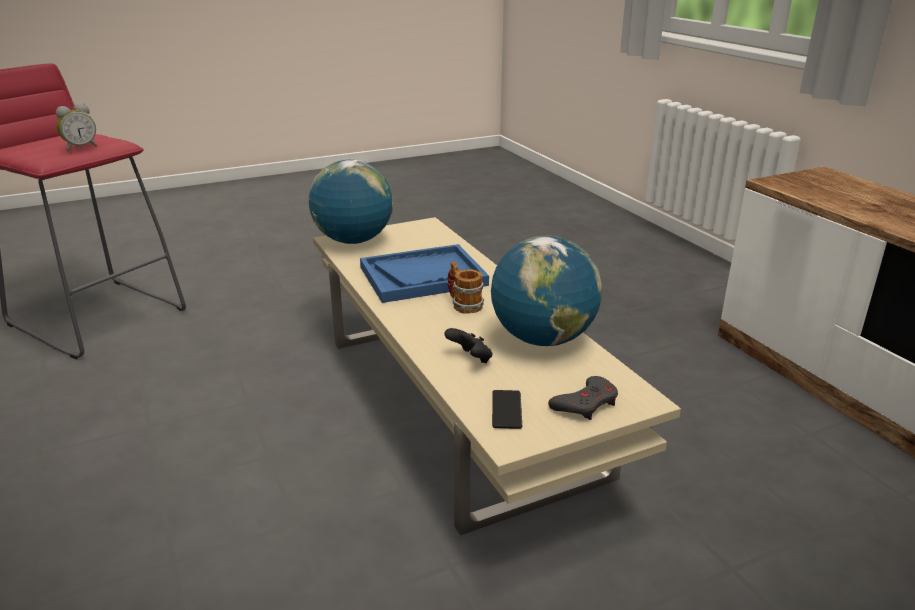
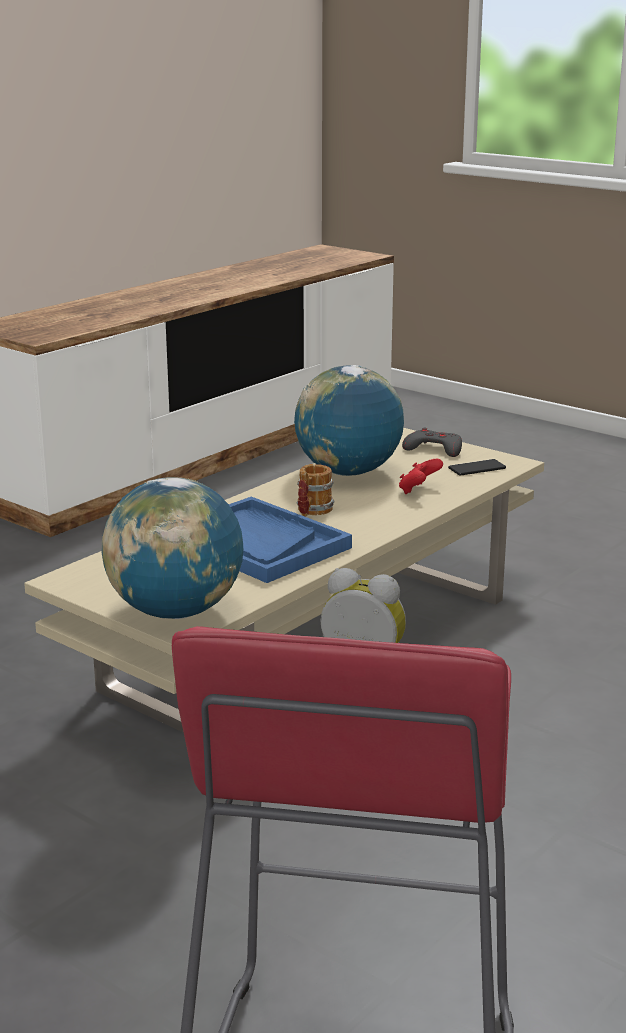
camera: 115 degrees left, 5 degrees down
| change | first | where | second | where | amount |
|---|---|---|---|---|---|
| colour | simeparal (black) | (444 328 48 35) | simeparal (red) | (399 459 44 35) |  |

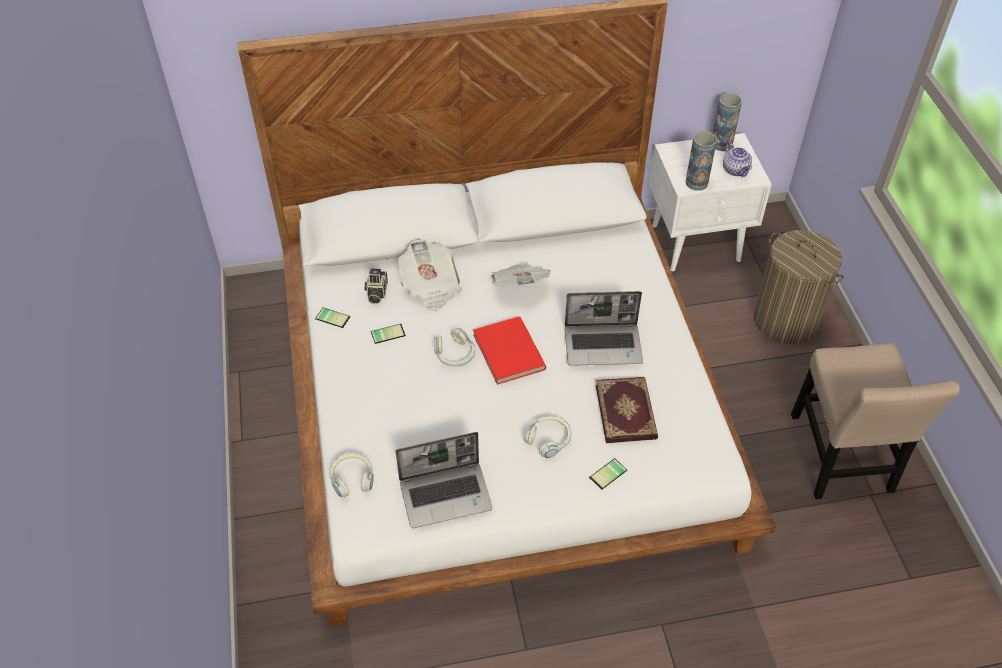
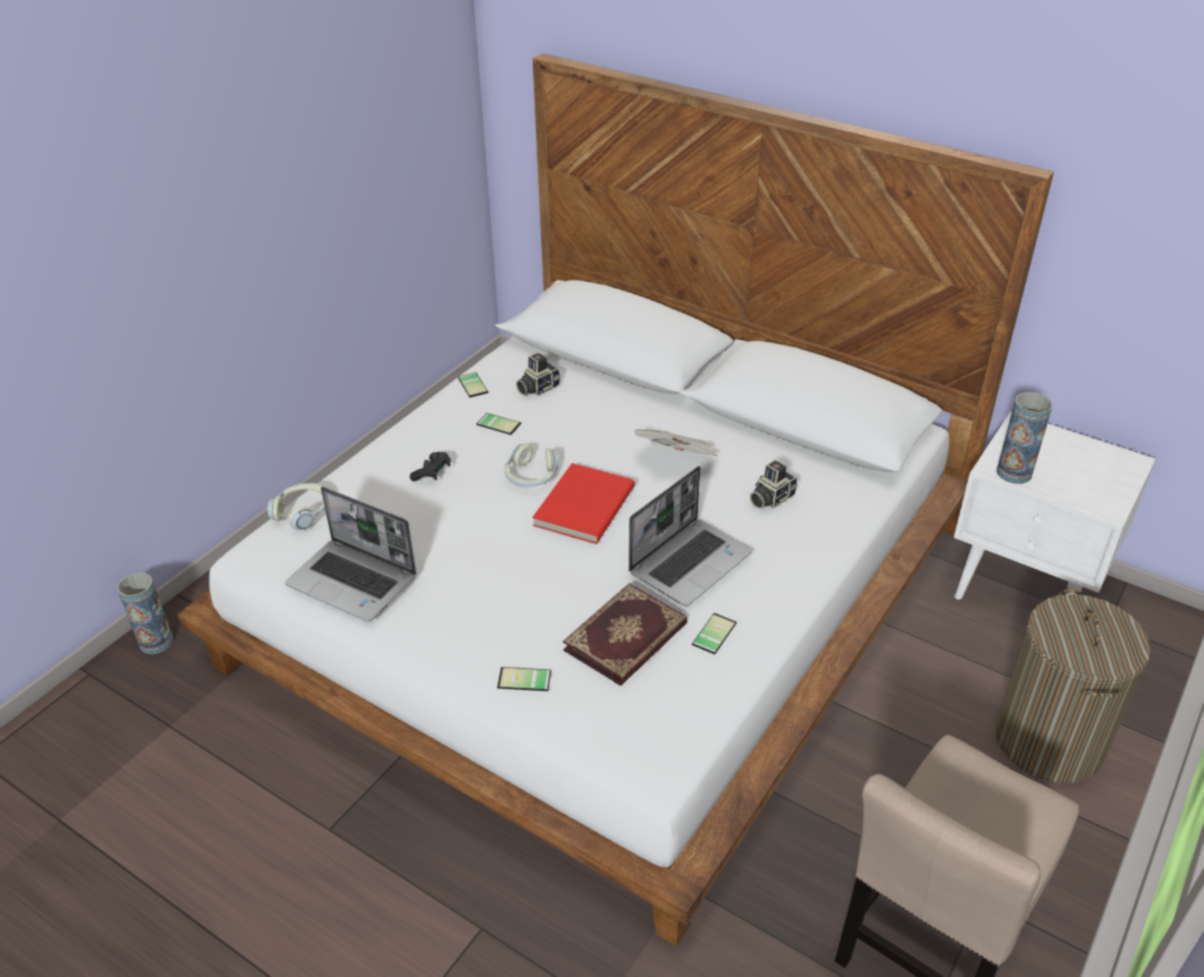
camera: 45 degrees right, 10 degrees down
| change | first | where | second | where | amount |
|---|---|---|---|---|---|
| relocated | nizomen | (713 93 29 58) |  | (117 572 56 83) |  |
| appeared |  |  | simeparal (black) | (410 452 41 29) |  |
| spun | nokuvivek | (565 291 78 75) |  | (629 466 123 140) | 90 degrees counterclockwise |
| appeared |  |  | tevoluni | (692 613 45 41) |  |
| appeared |  |  | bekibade | (750 461 47 48) |  |
| missing | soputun | (398 239 64 72) |  |  |  |
| missing | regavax | (524 416 48 42) |  |  |  |
| missing | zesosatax | (723 141 29 36) |  |  |  |

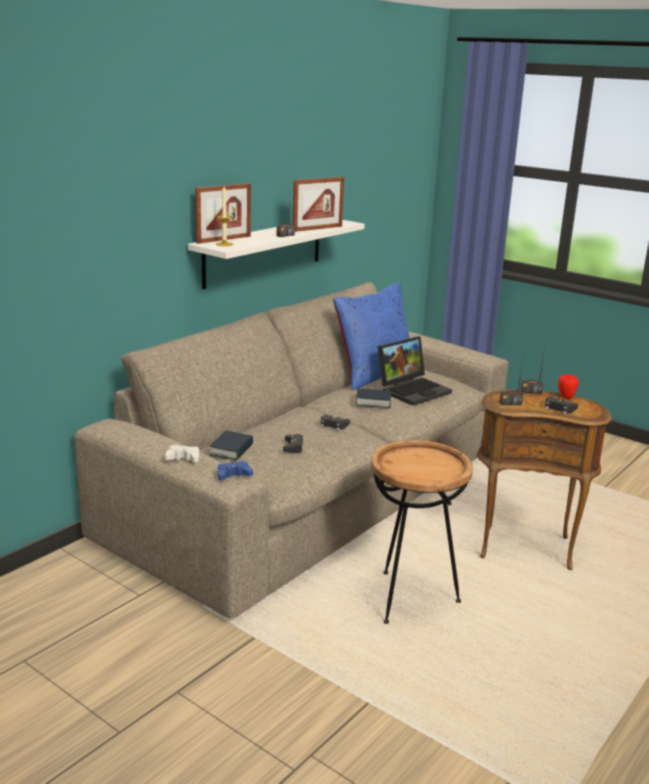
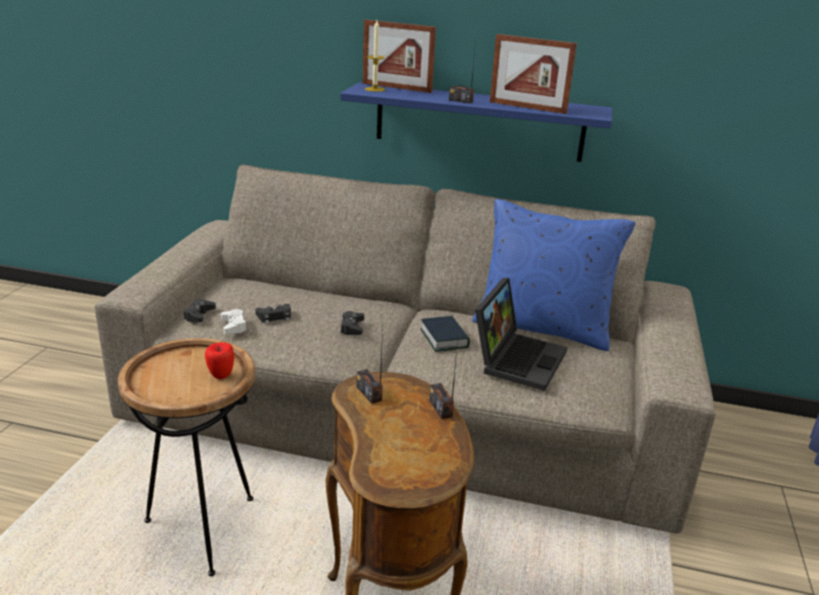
camera: 65 degrees right, 5 degrees up
| change | first | where | second | where | amount |
|---|---|---|---|---|---|
| relocated | simeparal (black) | (545 396 33 18) |  | (183 299 33 24) |  |
| relocated | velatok | (558 375 21 24) |  | (205 342 29 37) |  |
| relocated | simeparal (white) | (165 445 34 17) |  | (221 309 26 25) |  |
| colour | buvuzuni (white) | (188 220 177 69) | buvuzuni (blue) | (340 82 272 80) |  |
| spun | nokuvivek | (378 336 74 70) |  | (475 278 92 113) | 90 degrees counterclockwise |
| missing | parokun | (209 431 44 30) |  |  |  |
| missing | simeparal (blue) | (218 461 35 19) |  |  |  |

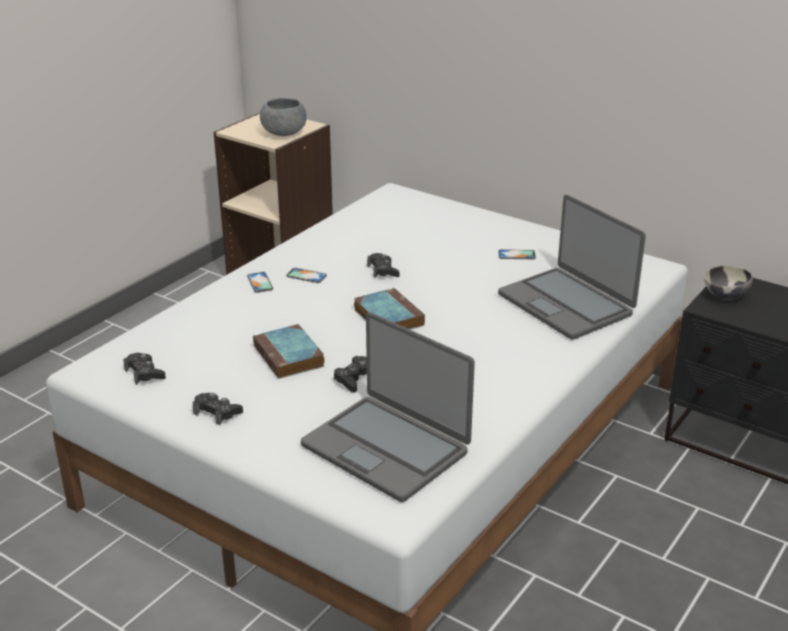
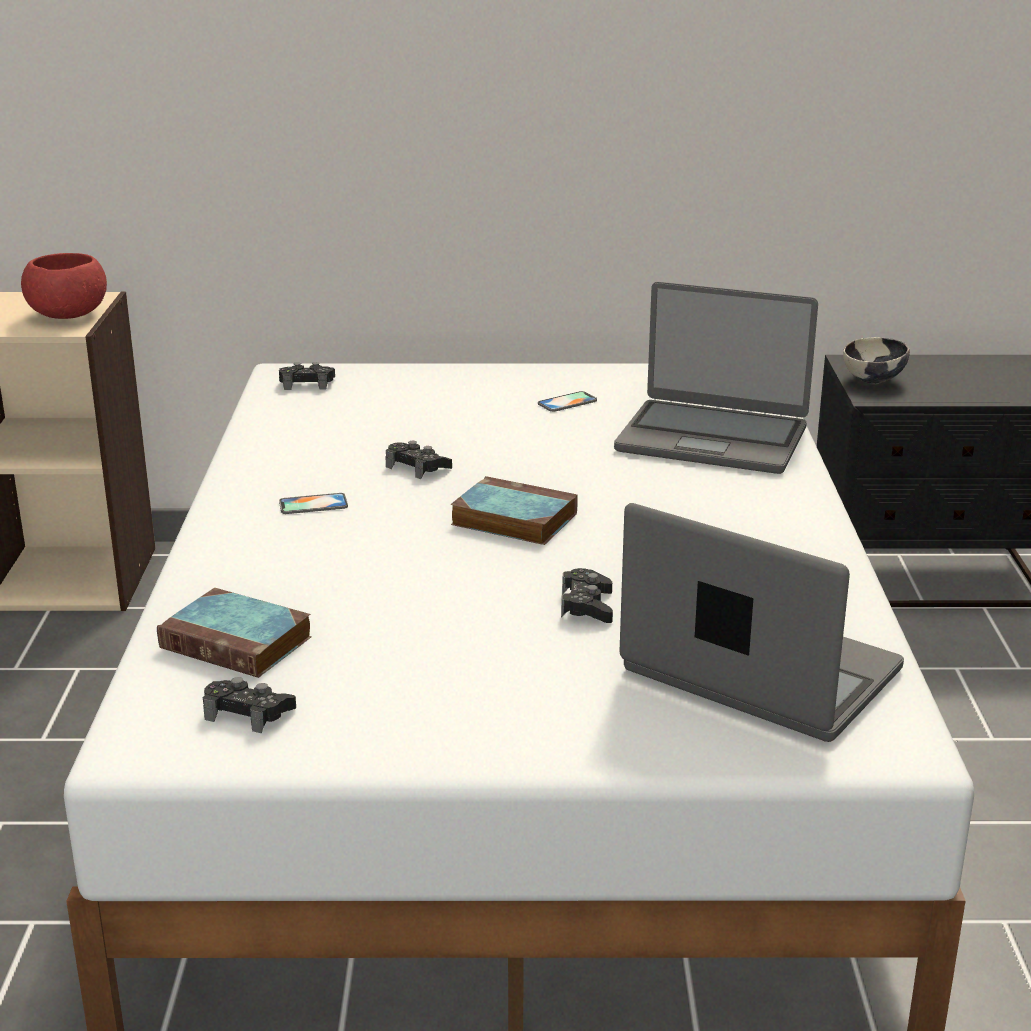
camera: 35 degrees left, 5 degrees down
| change | first | where | second | where | amount |
|---|---|---|---|---|---|
| colour | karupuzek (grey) | (260 98 47 38) | karupuzek (red) | (21 253 86 66) |  |
| relocated | parokun | (253 324 72 55) |  | (157 588 155 90) |  |
| relocated | simeparal (black) | (193 393 50 32) |  | (279 362 56 28) |  |
| spun | nokuvivek | (301 312 174 190) |  | (619 503 285 239) | 150 degrees counterclockwise |
| missing | tevoluni | (247 272 26 21) |  |  |  |

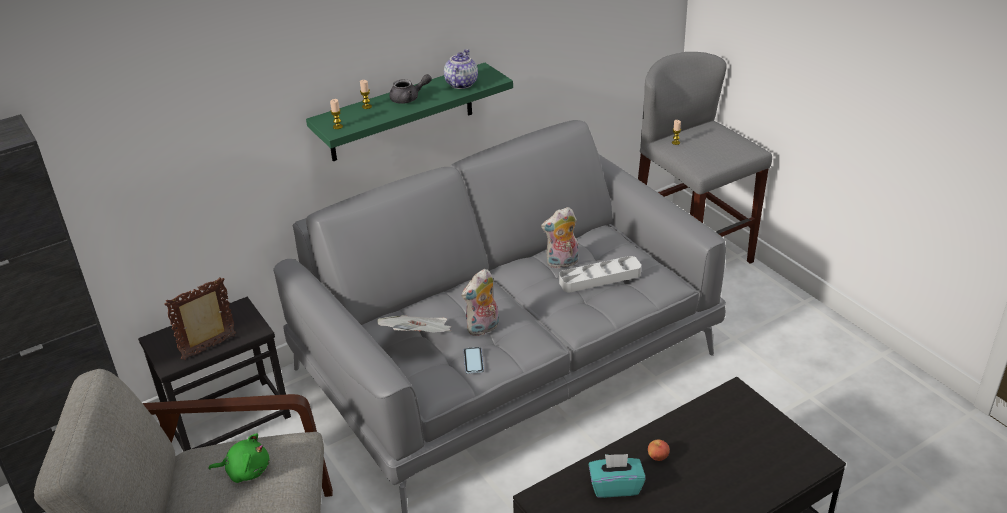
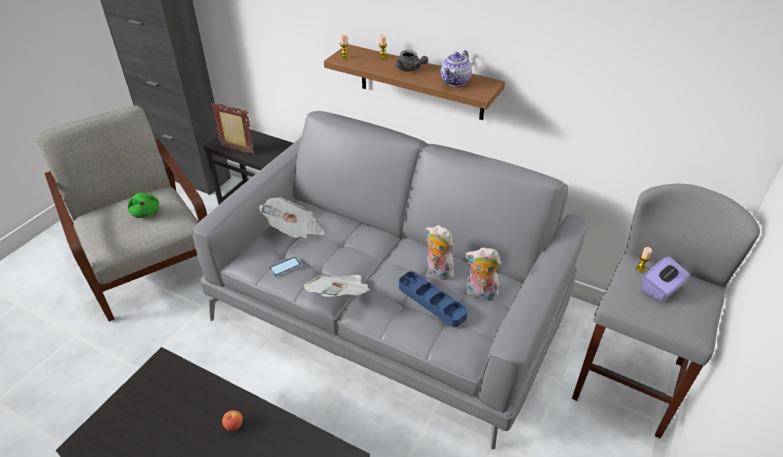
camera: 60 degrees right, 5 degrees up
| change | first | where | second | where | amount |
|---|---|---|---|---|---|
| appeared |  |  | soputun | (304 275 66 22) |  |
| colour | buvuzuni (green) | (306 63 207 98) | buvuzuni (brown) | (324 44 181 76) |  |
| colour | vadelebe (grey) | (559 256 82 36) | vadelebe (blue) | (399 271 69 56) |  |
| spun | zesosatax | (444 49 34 40) |  | (440 50 32 36) | 135 degrees clockwise |
| relocated | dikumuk | (462 269 37 67) |  | (465 247 36 54) |  |
| appeared |  |  | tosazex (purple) | (642 256 48 46) |  |
| missing | tosazex (turquoise) | (589 454 57 44) |  |  |  |

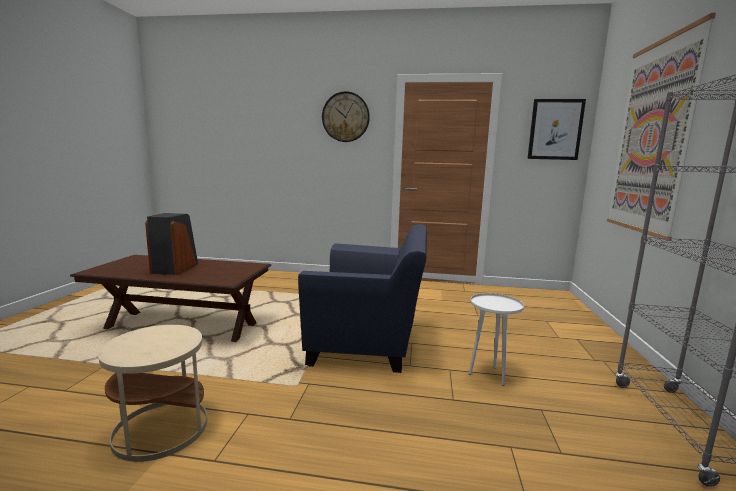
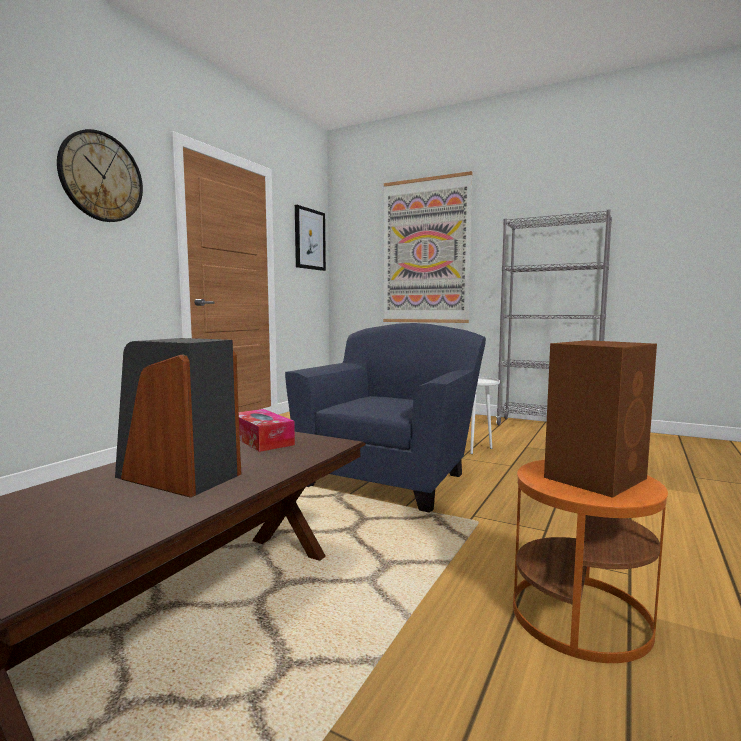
camera: 70 degrees left, 5 degrees down
| change | first | where | second | where | amount |
|---|---|---|---|---|---|
| appeared |  |  | tosazex | (239 409 56 43) |  |
| colour | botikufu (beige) | (98 325 109 137) | botikufu (orange) | (513 460 155 203) |  |
| appeared |  |  | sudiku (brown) | (544 340 113 158) |  |

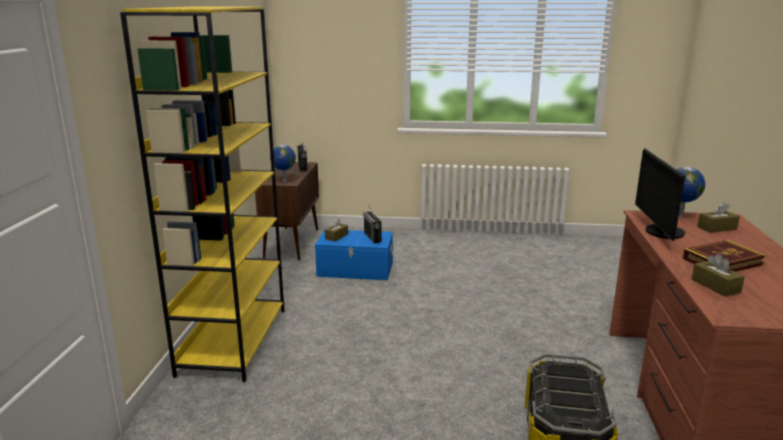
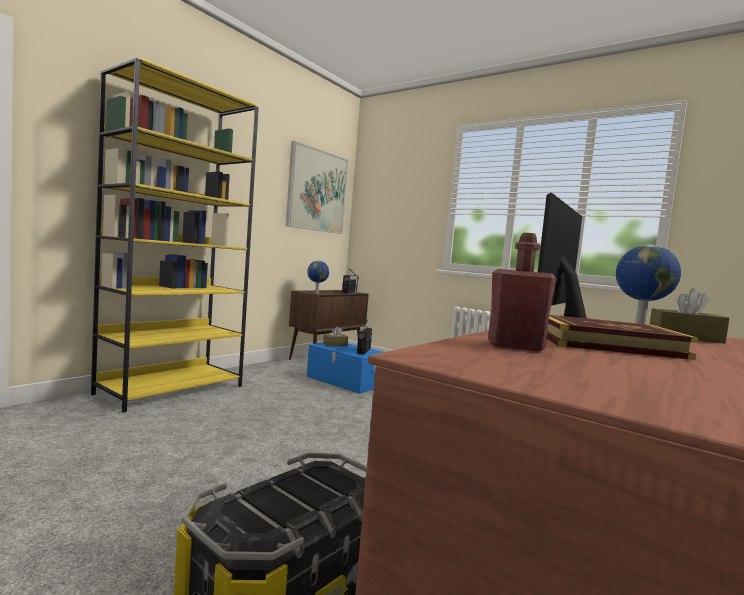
camera: 30 degrees right, 15 degrees down
| change | first | where | second | where | amount |
|---|---|---|---|---|---|
| appeared |  |  | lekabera | (286 141 62 93) |  |
| exchanged | tosazex (brown) | (692 254 53 42) | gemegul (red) | (488 233 69 119) |  |

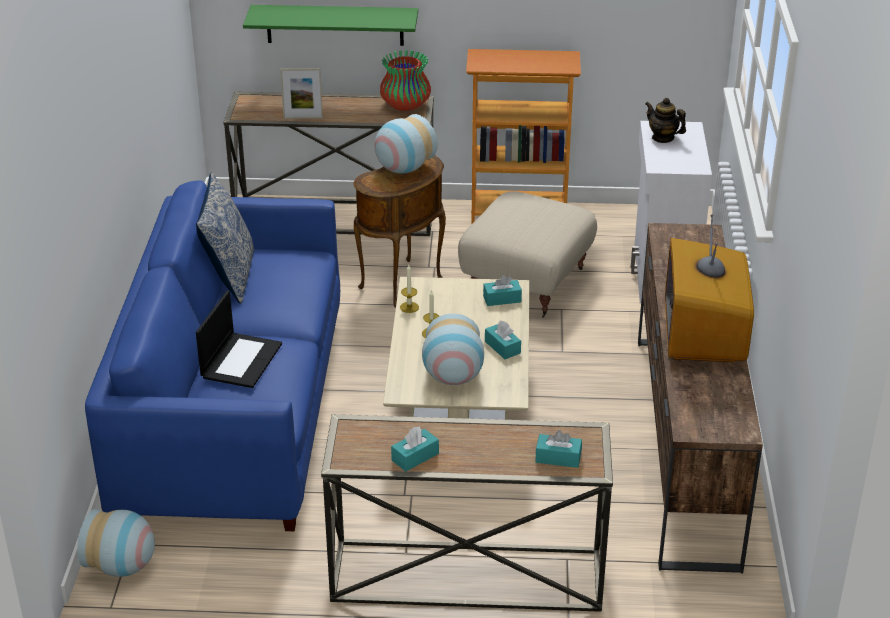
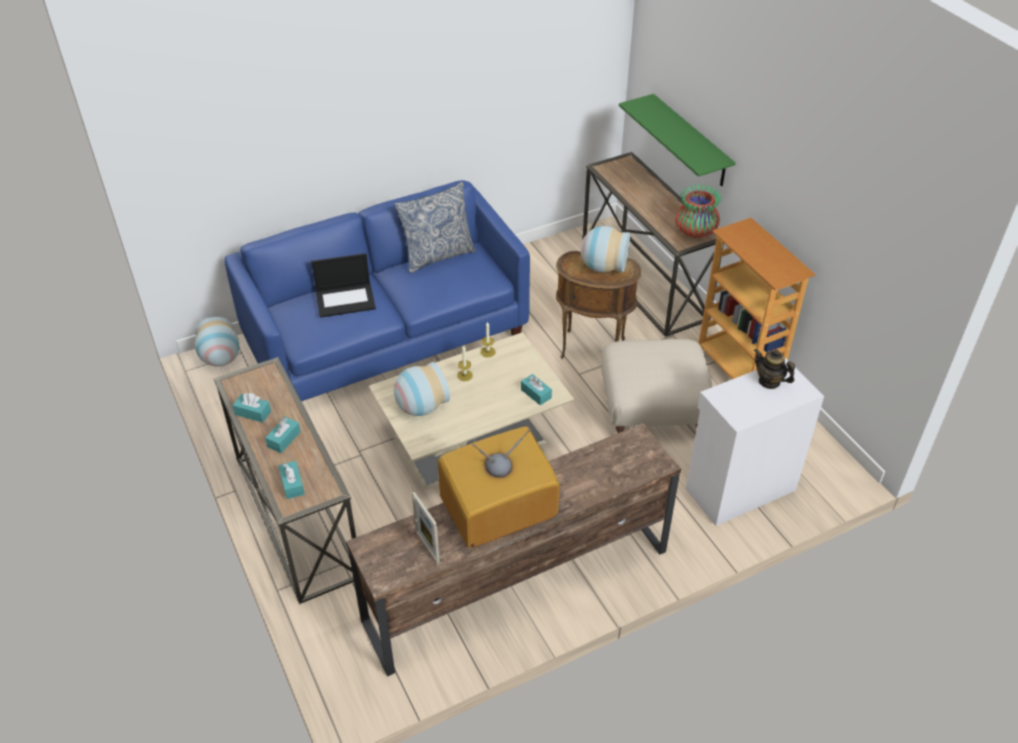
camera: 60 degrees right, 10 degrees up
| change | first | where | second | where | amount |
|---|---|---|---|---|---|
| relocated | tosazex (turquoise) | (485 321 36 38) |  | (265 417 36 36) |  |
| relocated | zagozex | (280 68 43 51) |  | (412 492 28 71) |  |
| spun | zesosatax | (646 98 40 45) |  | (754 348 41 41) | 60 degrees counterclockwise |

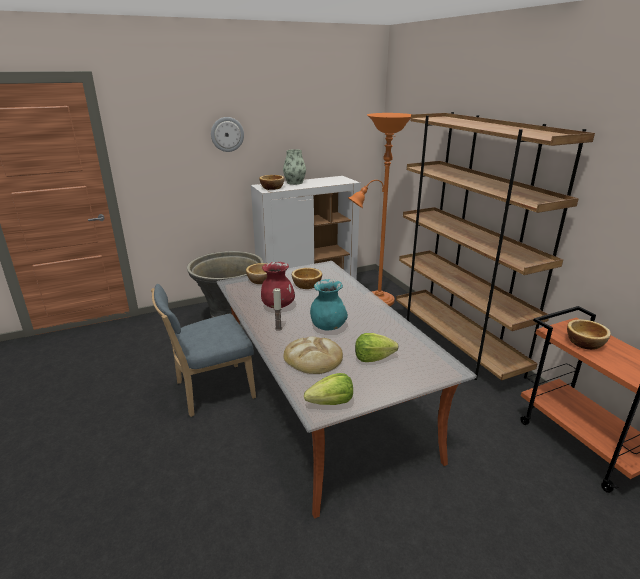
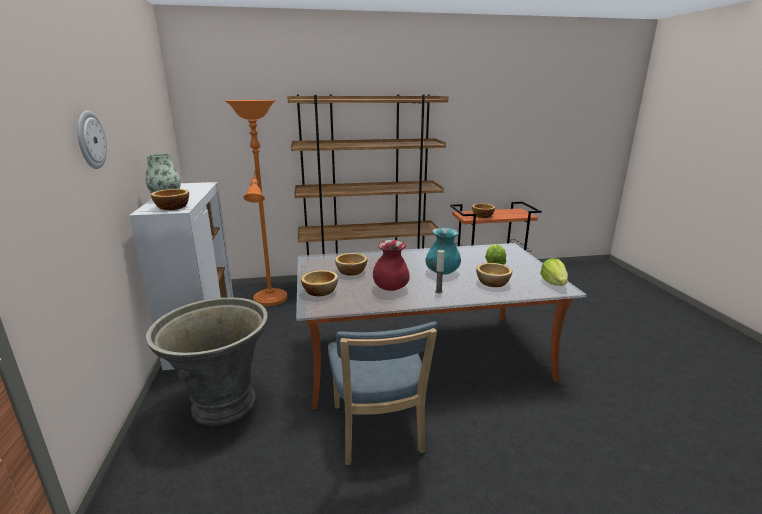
camera: 75 degrees left, 5 degrees down
| change | first | where | second | where | amount |
|---|---|---|---|---|---|
| exchanged | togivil | (283 337 60 37) | karupuzek | (476 263 36 24) |  |

